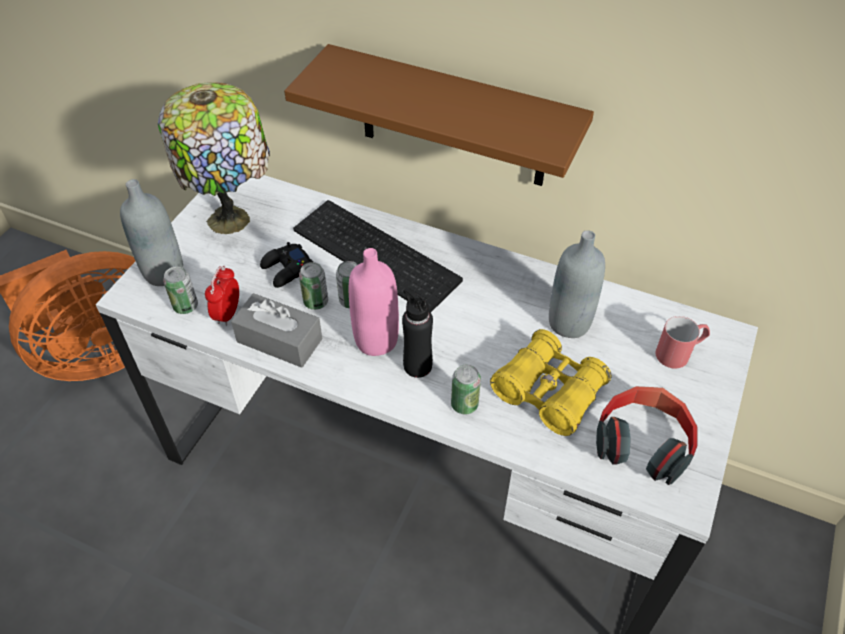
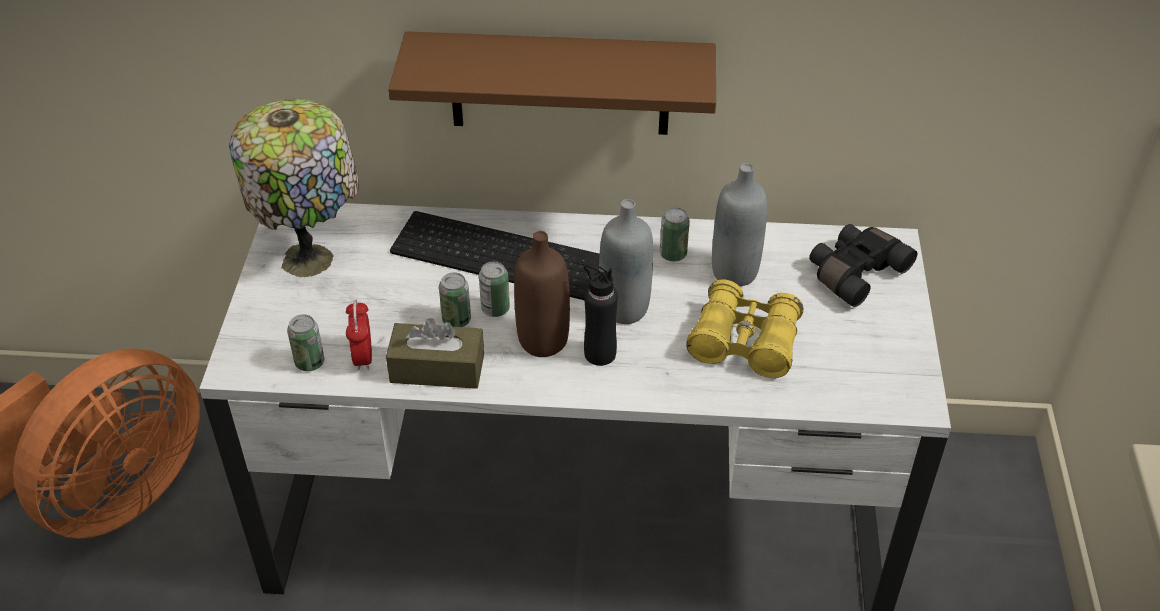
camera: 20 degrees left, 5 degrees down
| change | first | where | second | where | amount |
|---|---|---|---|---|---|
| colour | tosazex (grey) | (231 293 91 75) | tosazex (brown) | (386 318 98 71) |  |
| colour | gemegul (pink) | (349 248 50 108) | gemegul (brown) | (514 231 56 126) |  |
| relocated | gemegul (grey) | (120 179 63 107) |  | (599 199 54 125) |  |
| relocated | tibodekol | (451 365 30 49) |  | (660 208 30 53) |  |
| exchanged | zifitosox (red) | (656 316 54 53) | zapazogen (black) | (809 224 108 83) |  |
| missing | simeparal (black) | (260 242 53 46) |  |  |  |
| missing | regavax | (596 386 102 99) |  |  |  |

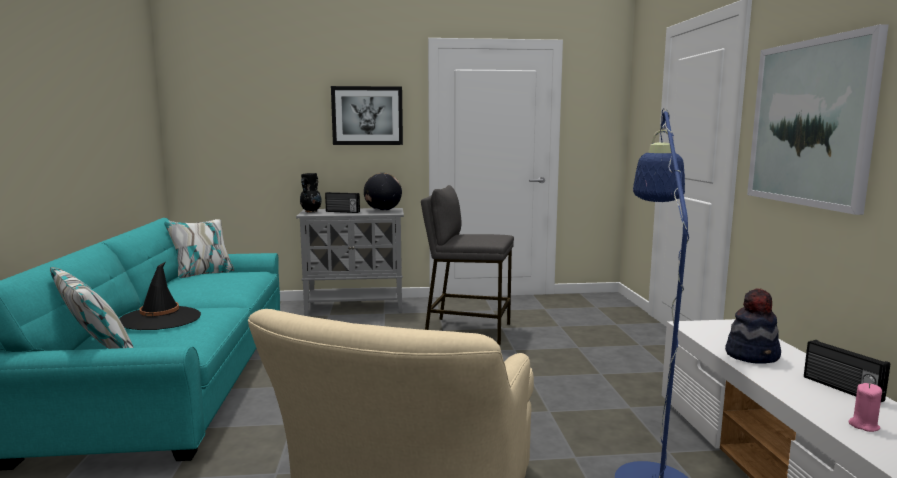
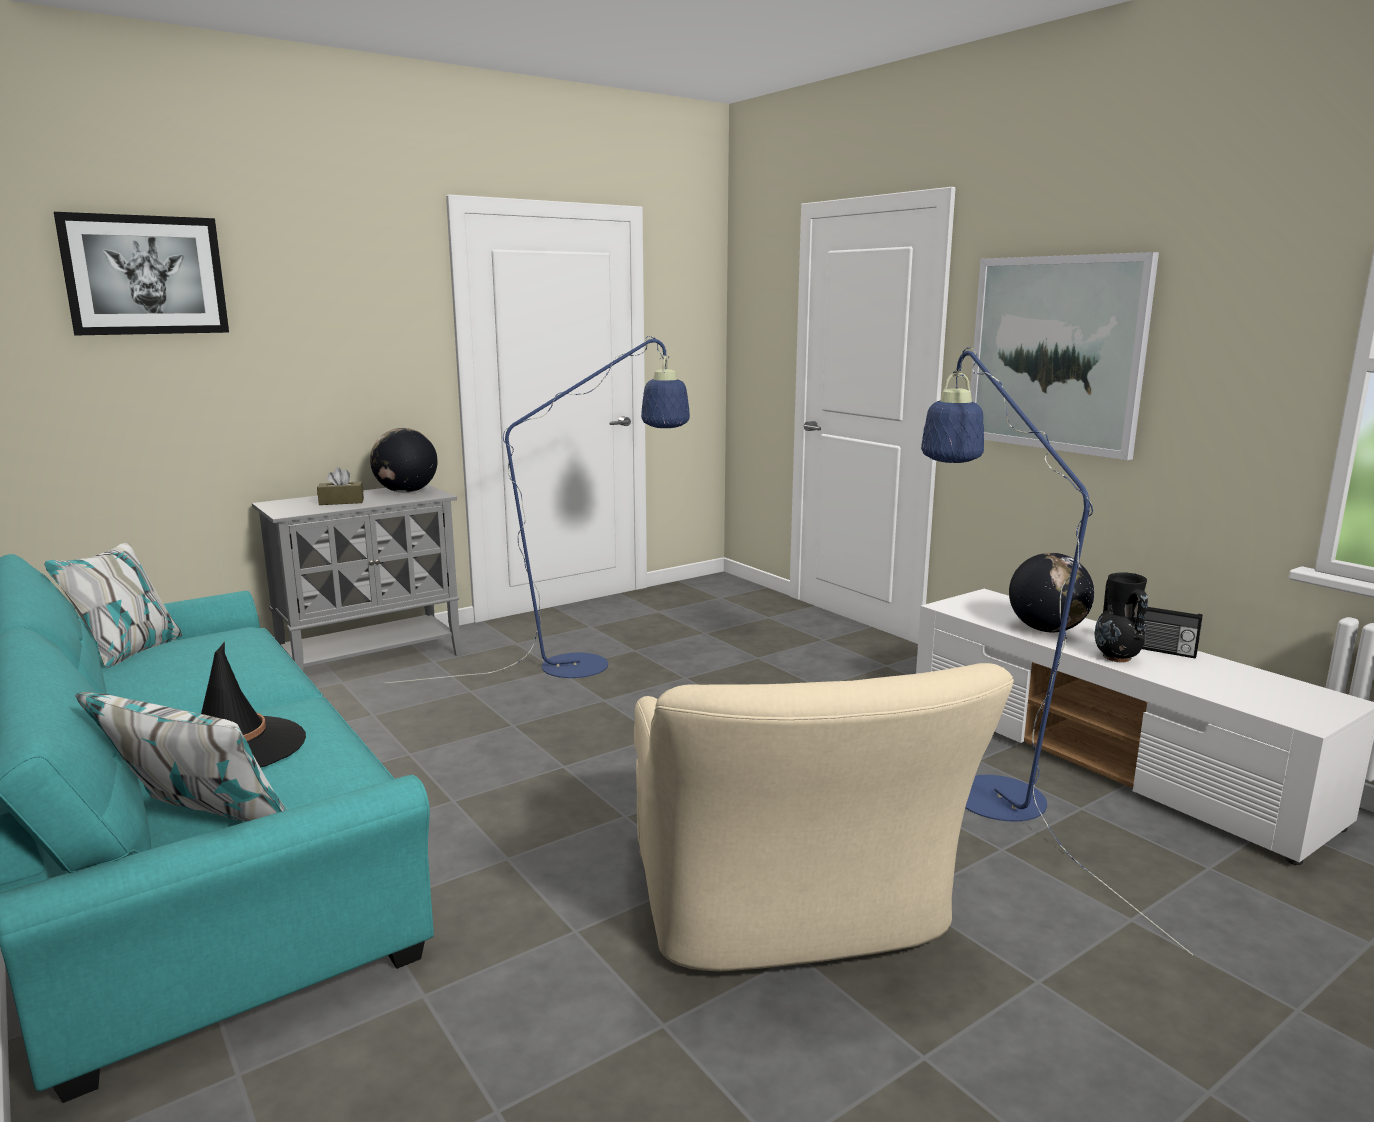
camera: 30 degrees left, 5 degrees up
| change | first | where | second | where | amount |
|---|---|---|---|---|---|
| relocated | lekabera | (331 86 72 59) |  | (54 212 175 124) |  |
| exchanged | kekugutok | (325 192 35 21) | tosazex (brown) | (317 467 47 38) |  |
| exchanged | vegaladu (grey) | (421 185 93 160) | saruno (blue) | (385 336 305 348) |  |
| exchanged | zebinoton | (725 288 56 76) | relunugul | (1009 553 85 79) |  |
| relocated | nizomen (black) | (300 173 22 40) |  | (1095 572 53 91) |  |
| missing | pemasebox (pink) | (849 383 33 49) |  |  |  |

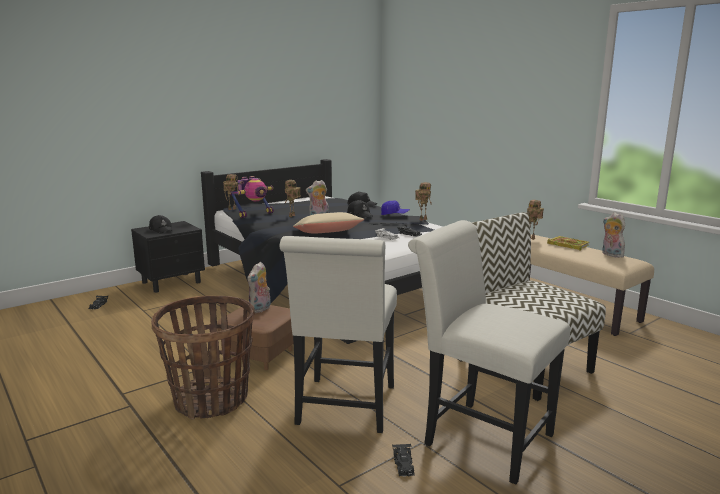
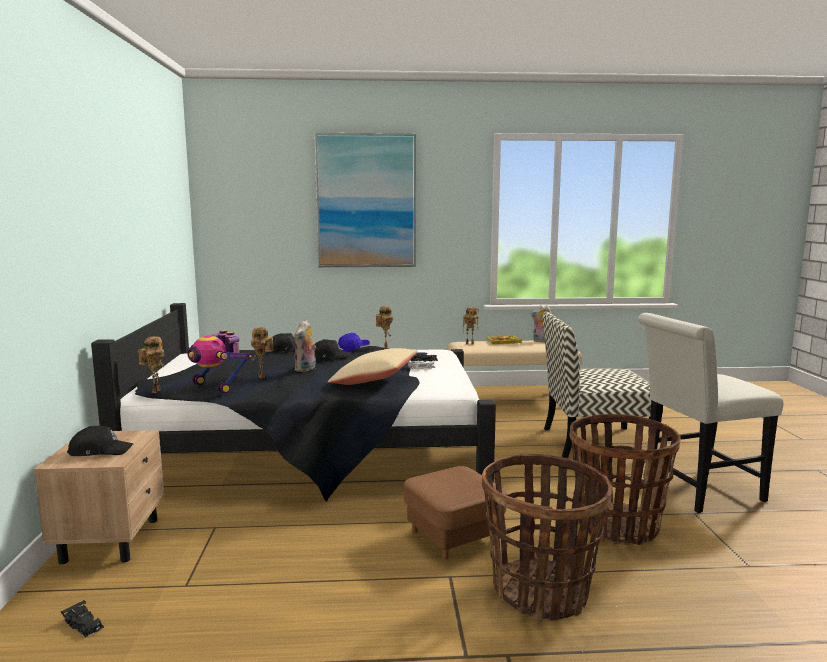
camera: 55 degrees left, 5 degrees down
| change | first | where | second | where | amount |
|---|---|---|---|---|---|
| colour | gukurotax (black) | (131 221 74 72) | gukurotax (beige) | (34 430 130 135) |  |
| spun | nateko | (229 176 45 42) |  | (187 330 65 64) | 135 degrees clockwise |
| appeared |  |  | lekabera | (314 133 102 134) |  |
| exchanged | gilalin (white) | (280 236 117 197) | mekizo | (569 414 112 131) |  |
| missing | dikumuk | (247 262 24 51) |  |  |  |
| missing | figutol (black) | (392 444 23 33) |  |  |  |

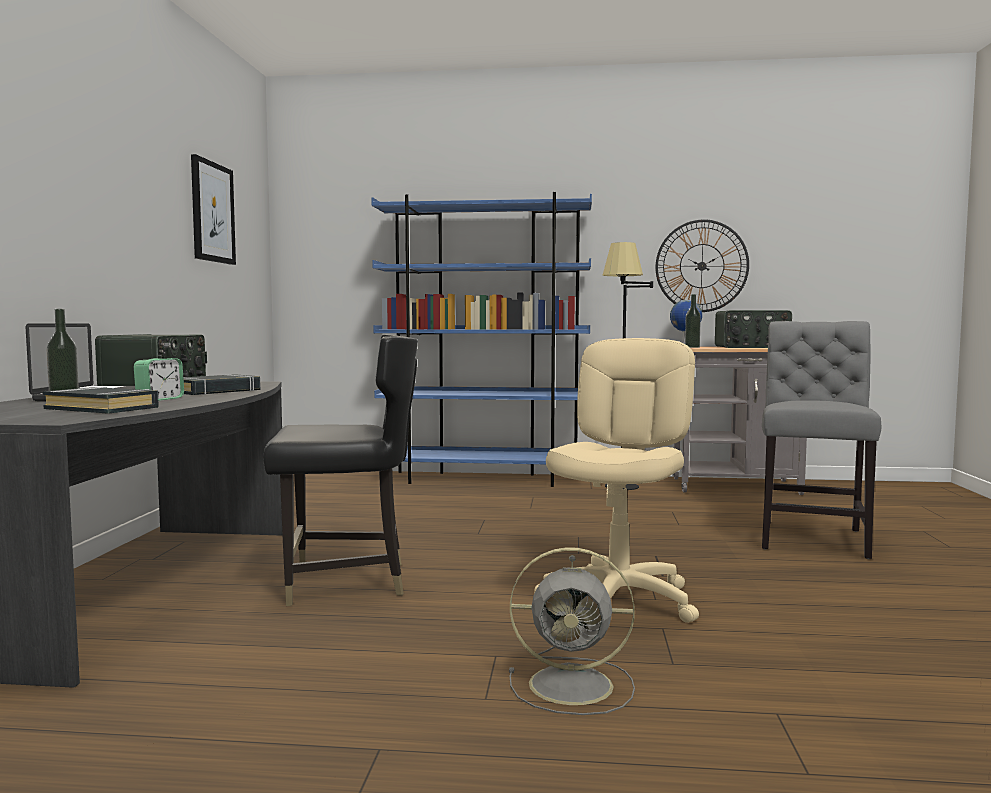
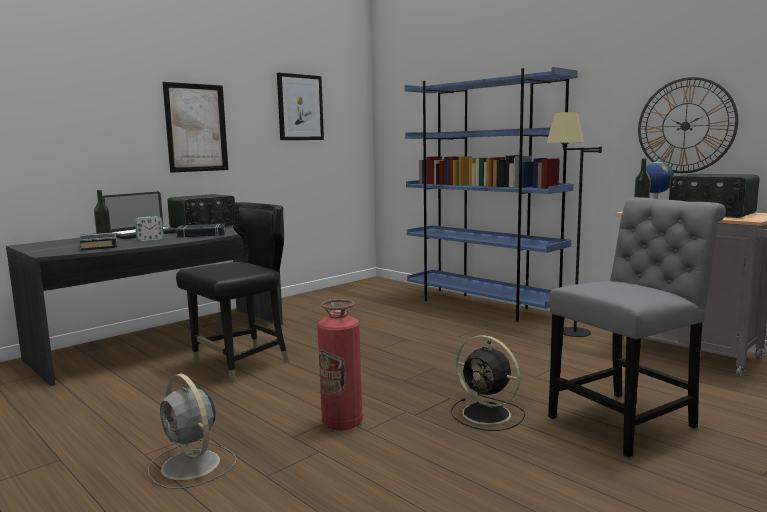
camera: 40 degrees right, 5 degrees up
| change | first | where | second | where | amount |
|---|---|---|---|---|---|
| appeared |  |  | lekabera | (162 82 66 91) |  |
| spun | gilalin (black) | (263 335 155 271) |  | (176 202 113 181) | 75 degrees counterclockwise |
| exchanged | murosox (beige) | (534 338 165 285) | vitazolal | (318 299 45 131) |  |
| appeared |  |  | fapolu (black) | (450 335 75 96) |  |

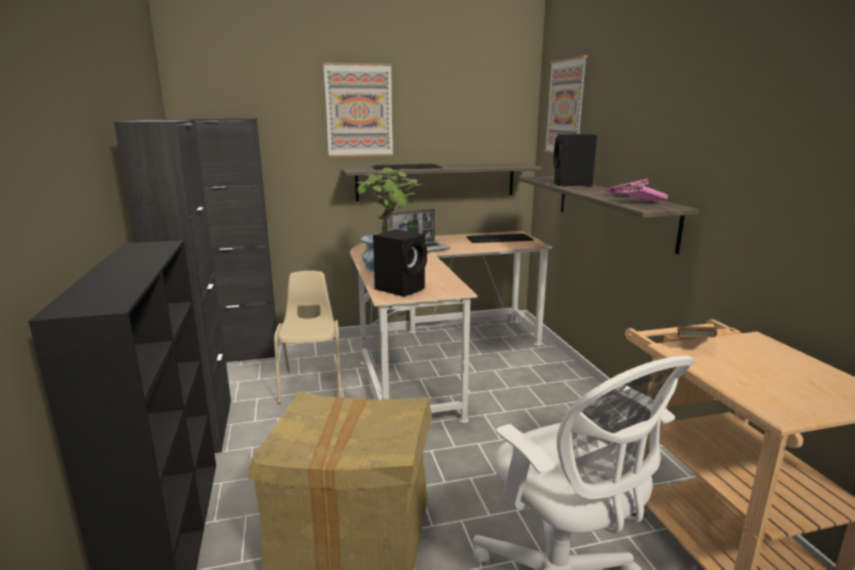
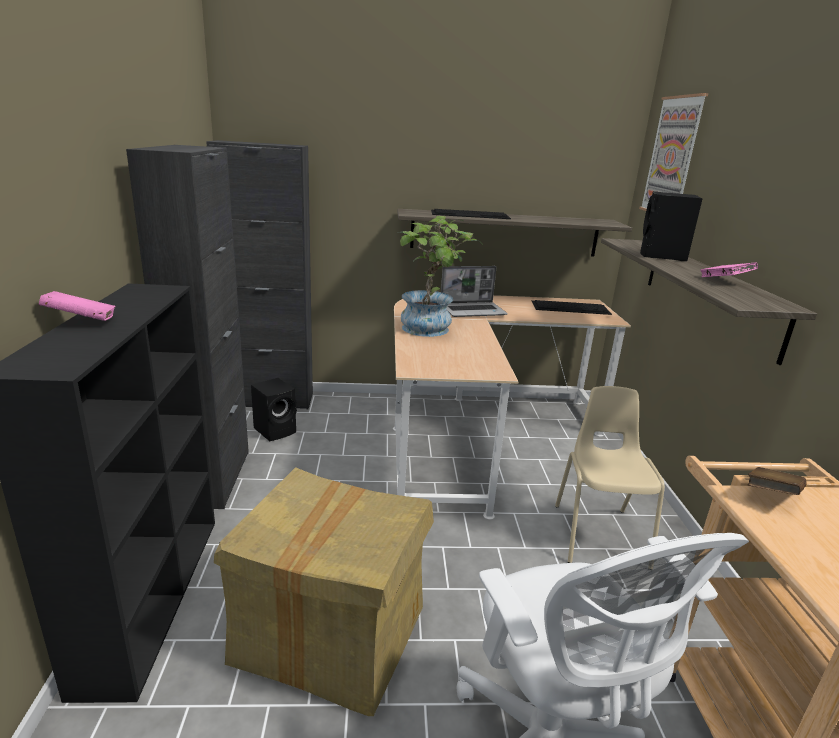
camera: 10 degrees right, 5 degrees up
| change | first | where | second | where | amount |
|---|---|---|---|---|---|
| relocated | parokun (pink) | (622 185 46 16) |  | (39 291 77 30) |  |
| relocated | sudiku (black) | (373 229 54 68) |  | (251 378 46 63) |  |
| relocated | gilalin (beige) | (274 271 68 133) |  | (555 386 110 181) |  |
| missing | lekabera | (323 62 70 95) |  |  |  |

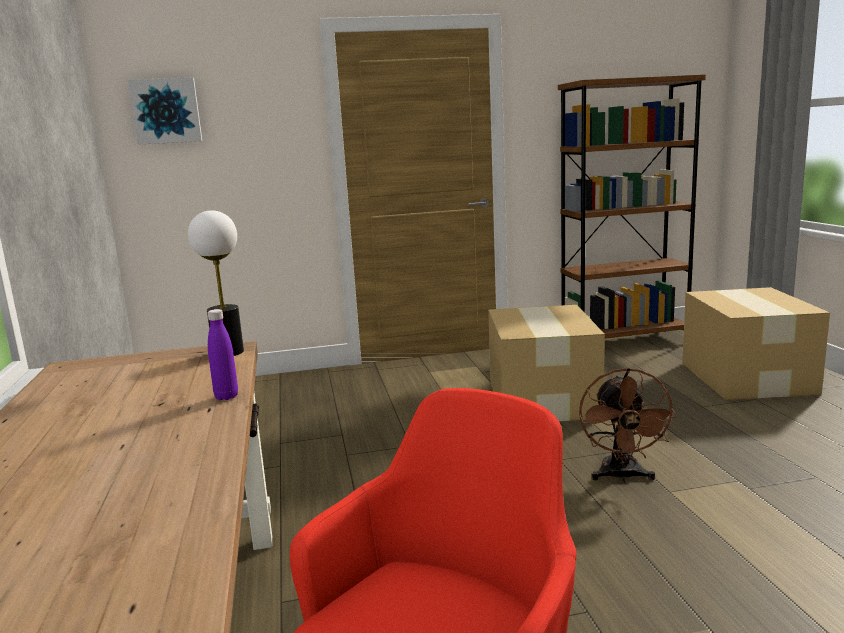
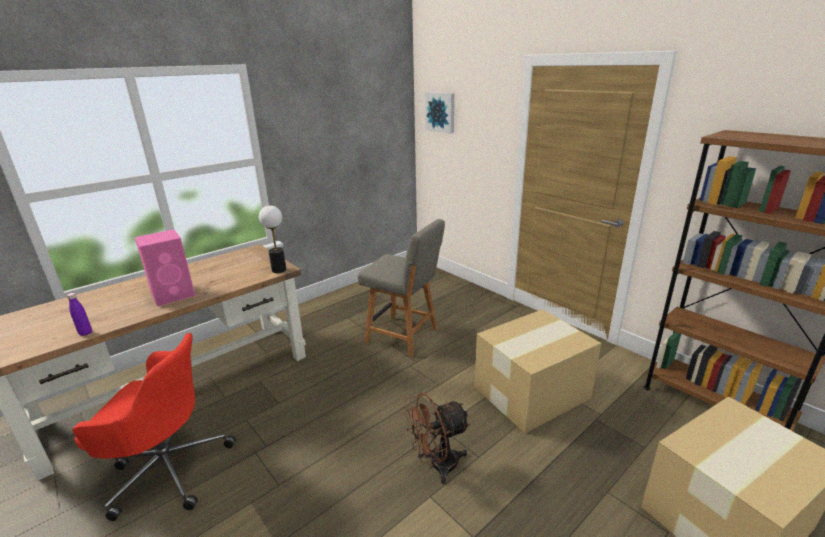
camera: 60 degrees right, 10 degrees up
| change | first | where | second | where | amount |
|---|---|---|---|---|---|
| relocated | gemegul (purple) | (208 309 30 91) |  | (67 293 25 43) |  |
| appeared |  |  | sudiku (pink) | (135 229 61 77) |  |
| appeared |  |  | gilalin (grey) | (358 219 87 138) |  |

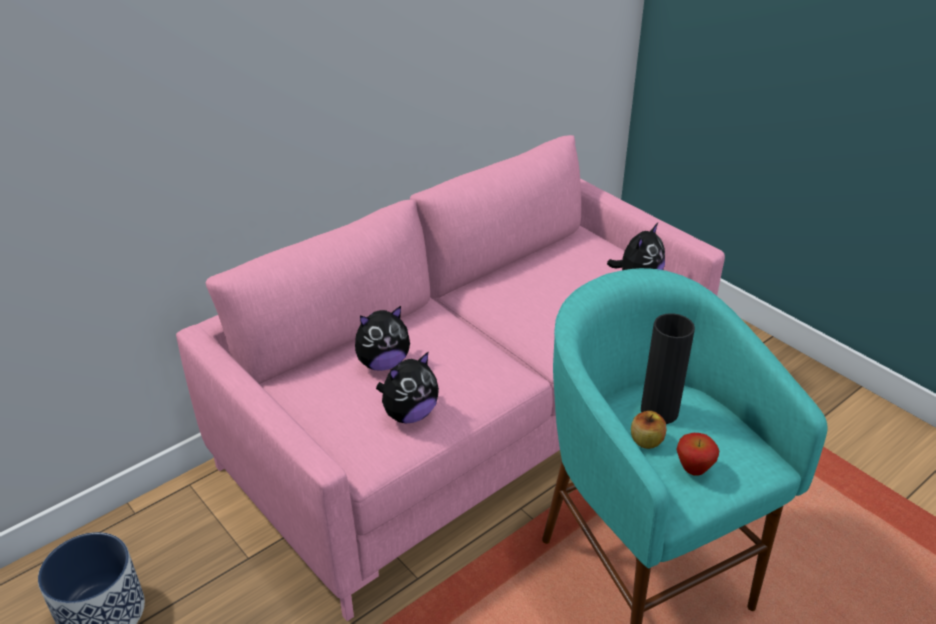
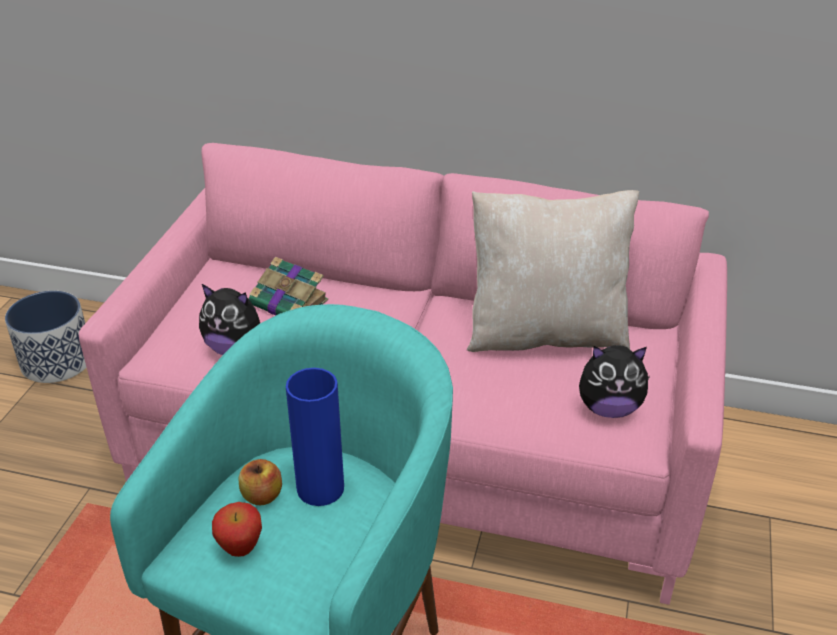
camera: 55 degrees right, 0 degrees up
| change | first | where | second | where | amount |
|---|---|---|---|---|---|
| exchanged | dikumuk | (355 306 55 65) | parokun | (249 256 79 60) |  |
| colour | nizomen (black) | (641 313 54 111) | nizomen (blue) | (286 368 58 138) |  |
| appeared |  |  | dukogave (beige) | (467 190 172 162) |  |

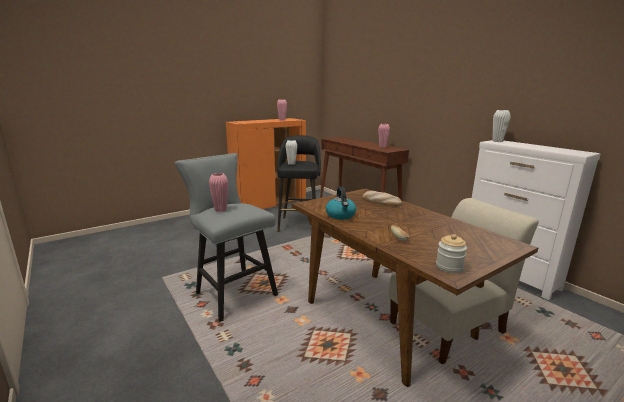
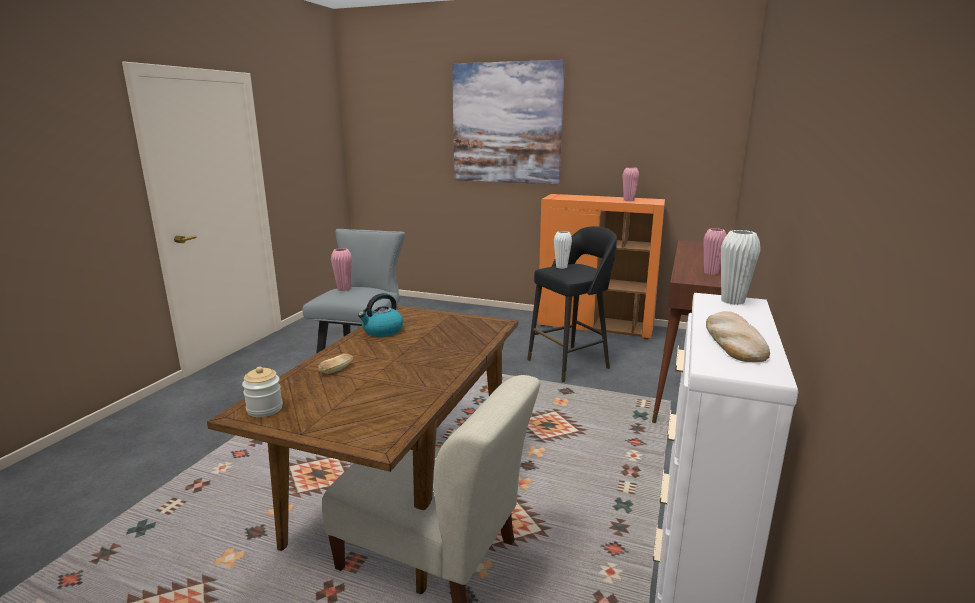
camera: 55 degrees right, 0 degrees up
| change | first | where | second | where | amount |
|---|---|---|---|---|---|
| appeared |  |  | lekabera | (452 60 113 124) |  |
| relocated | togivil | (363 191 39 15) |  | (706 311 64 51) |  |

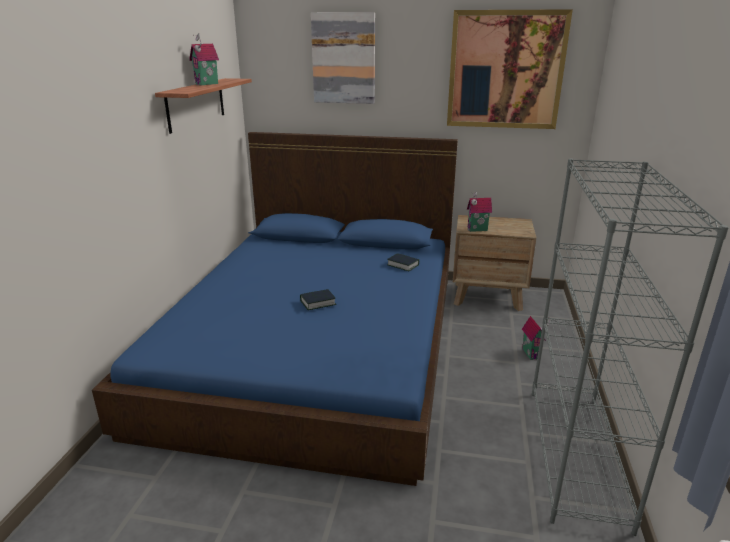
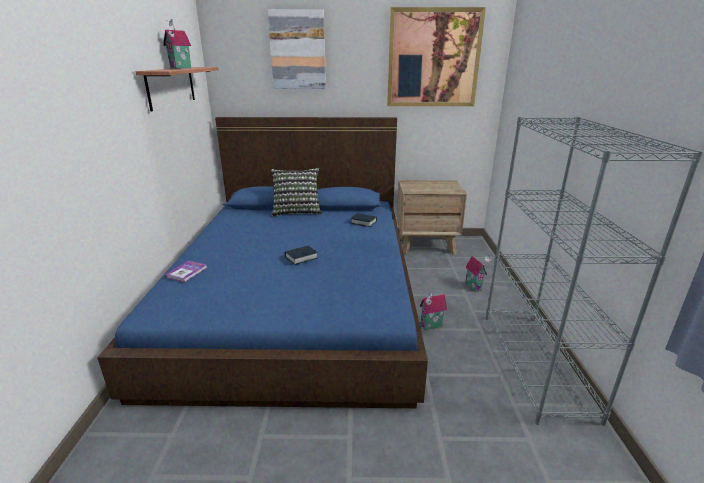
camera: 10 degrees left, 0 degrees up
| change | first | where | second | where | amount |
|---|---|---|---|---|---|
| appeared |  |  | parokun | (165 261 42 21) |  |
| appeared |  |  | dukogave | (271 168 51 48) |  |
| relocated | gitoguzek | (467 192 25 40) |  | (419 292 28 38) |  |

